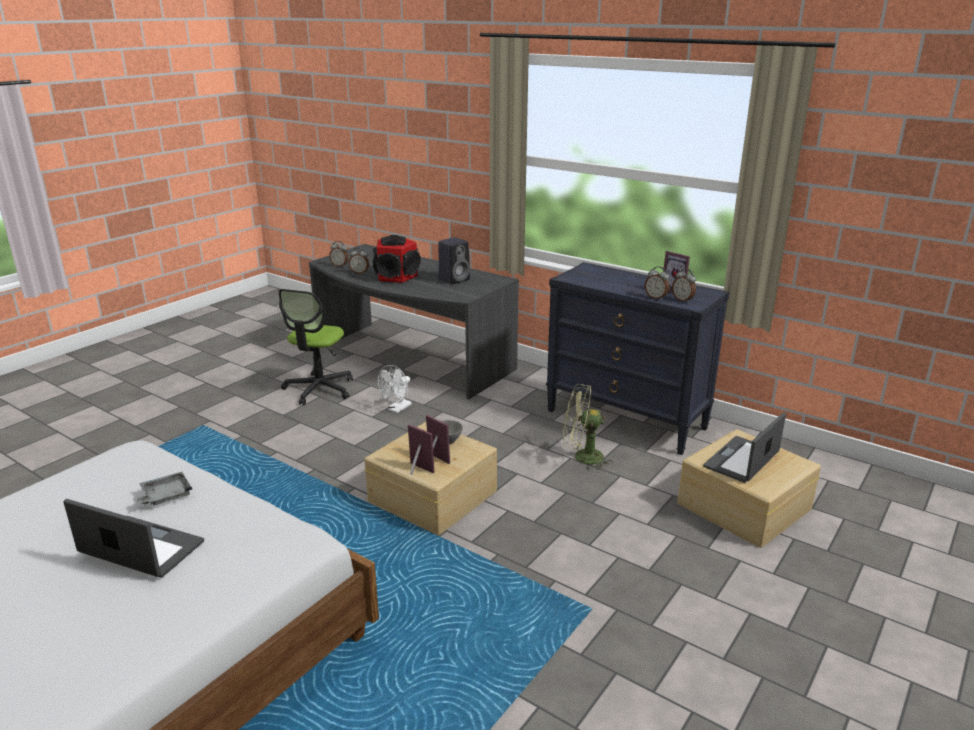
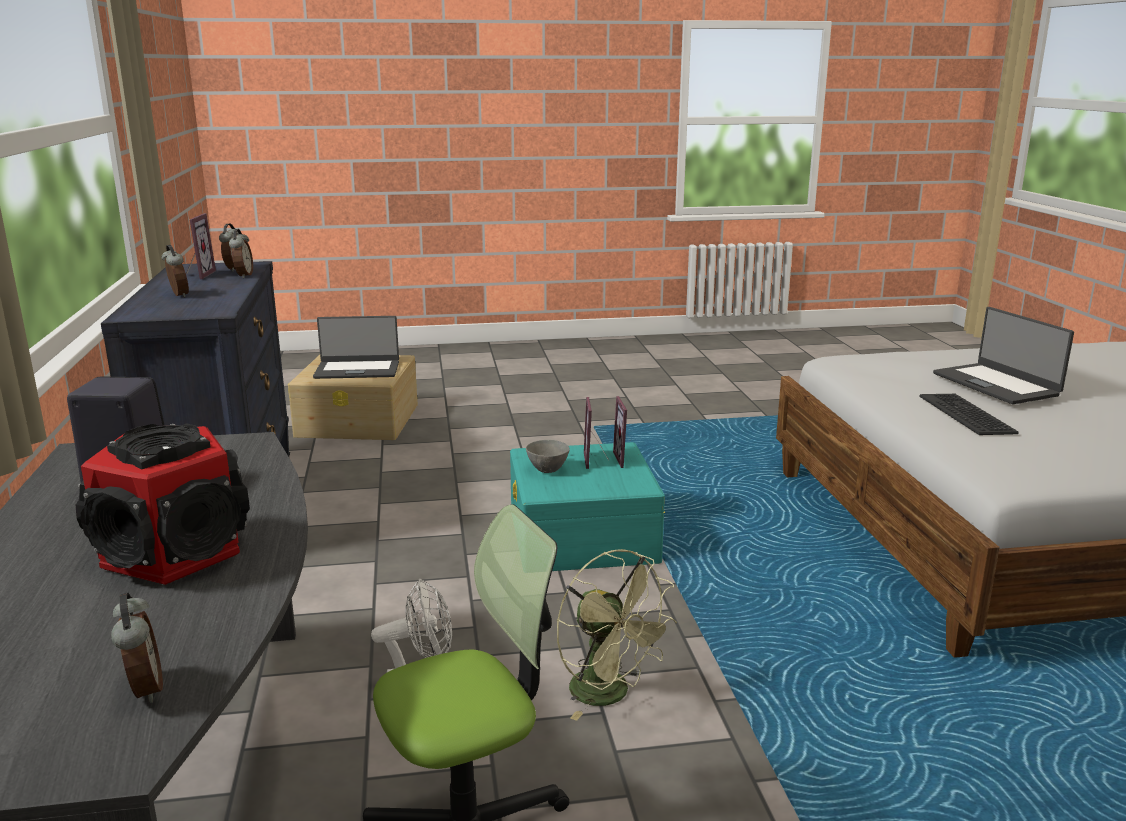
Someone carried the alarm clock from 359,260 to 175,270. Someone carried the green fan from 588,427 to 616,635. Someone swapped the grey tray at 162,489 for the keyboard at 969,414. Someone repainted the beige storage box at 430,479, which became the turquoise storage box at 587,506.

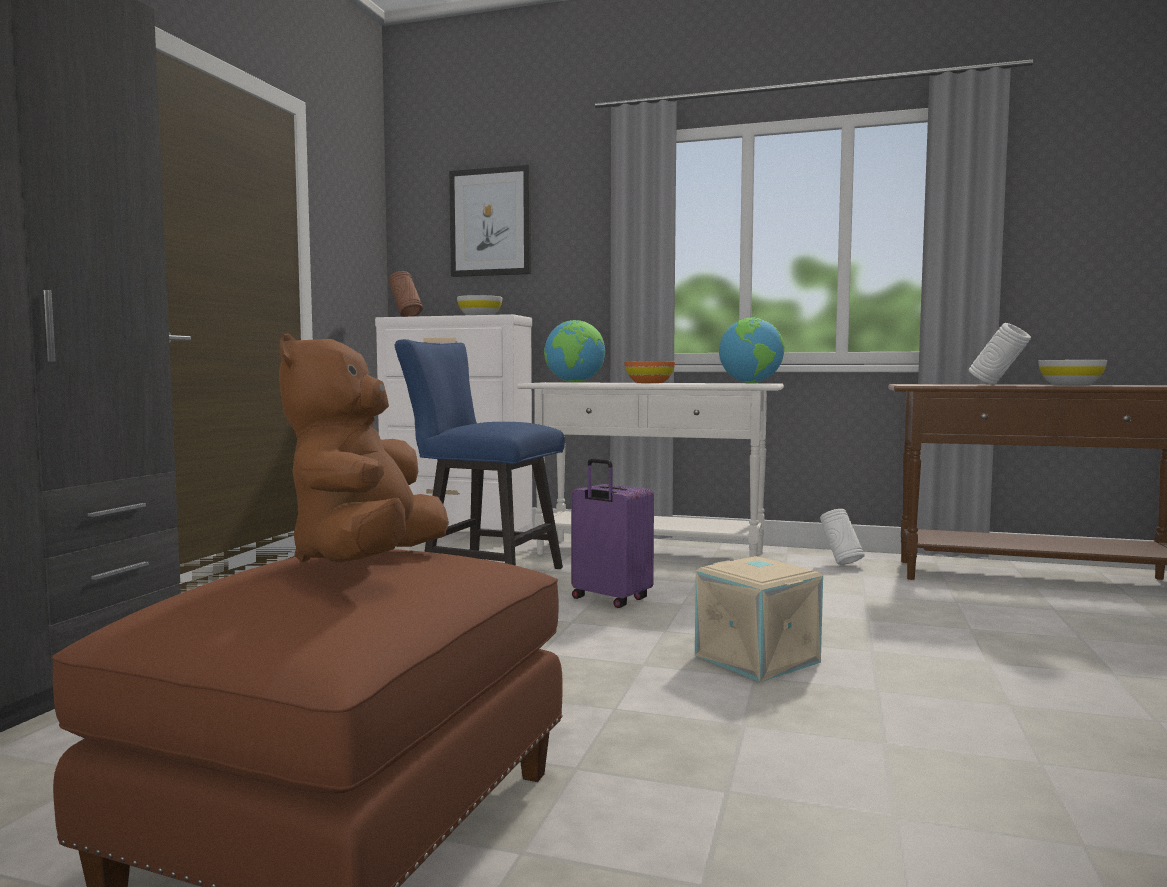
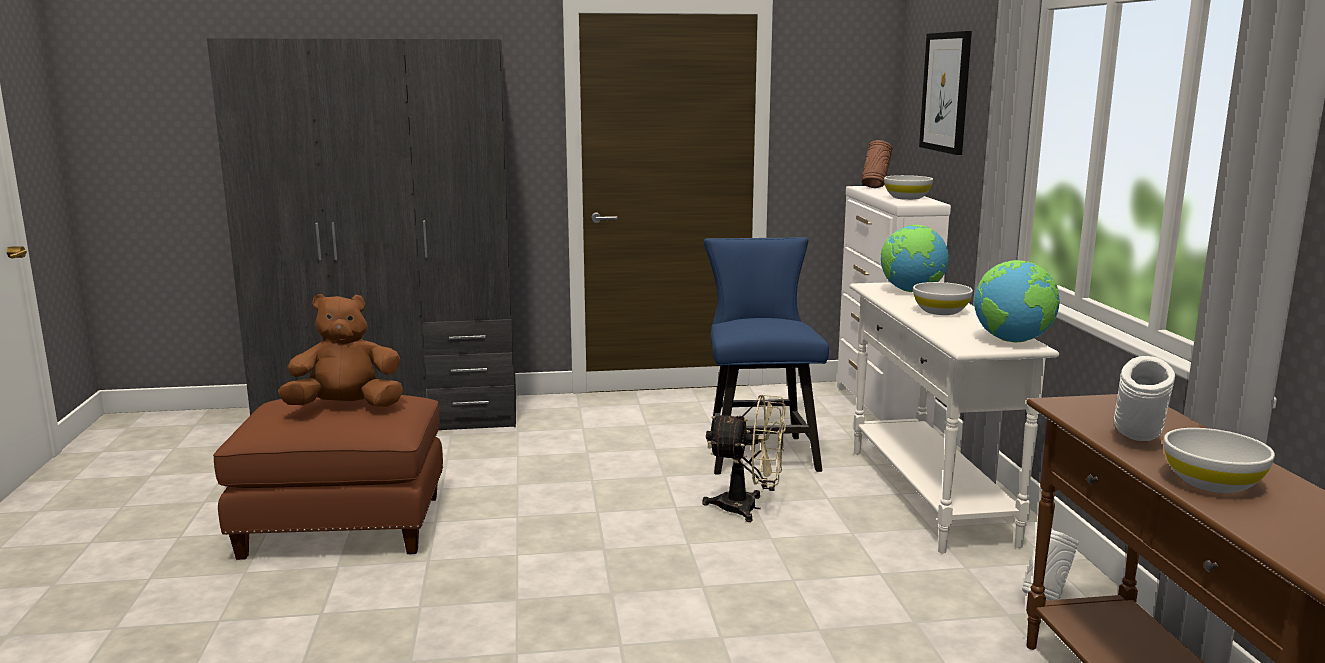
Someone took away the beige storage box at 759,619. Someone swapped the purple suitcase at 612,533 for the beige fan at 744,458. Someone repainted the orange bowl at 650,372, which became the white bowl at 943,298.

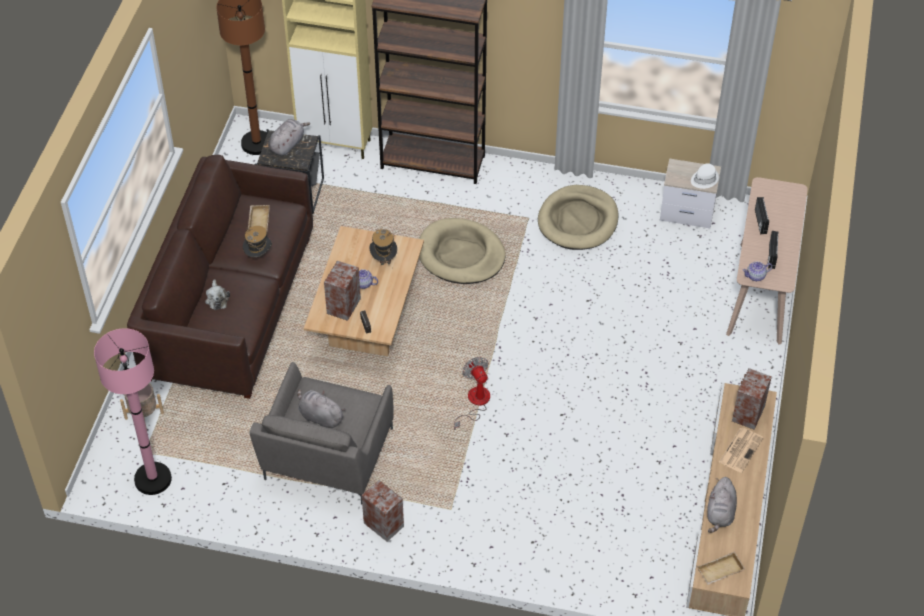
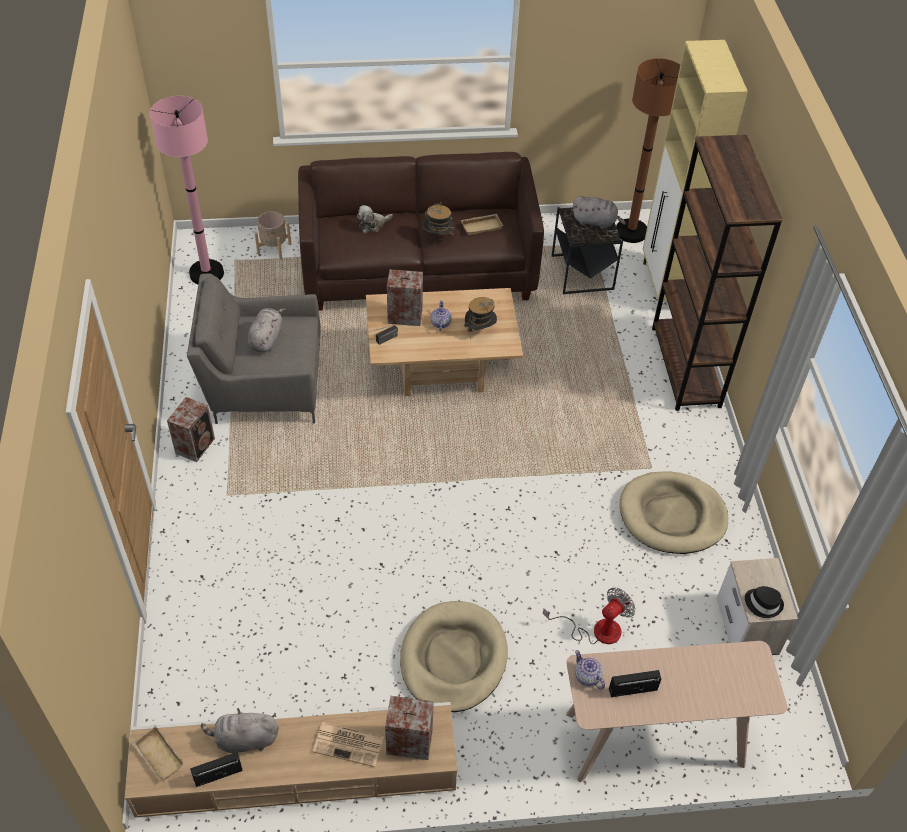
Someone carried the beige dog bed from 462,251 to 454,656. Someone carried the fan from 472,393 to 589,616. Someone carried the radio from 762,215 to 216,769. Someone repainted the white hat at 705,176, which became the black hat at 764,602.

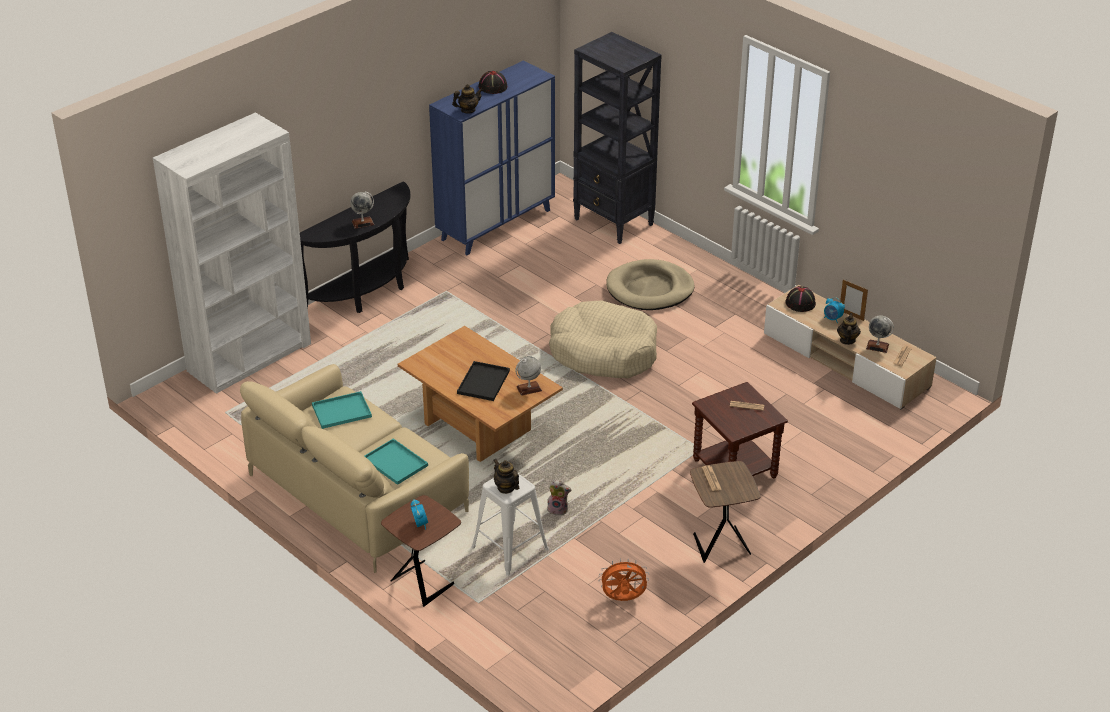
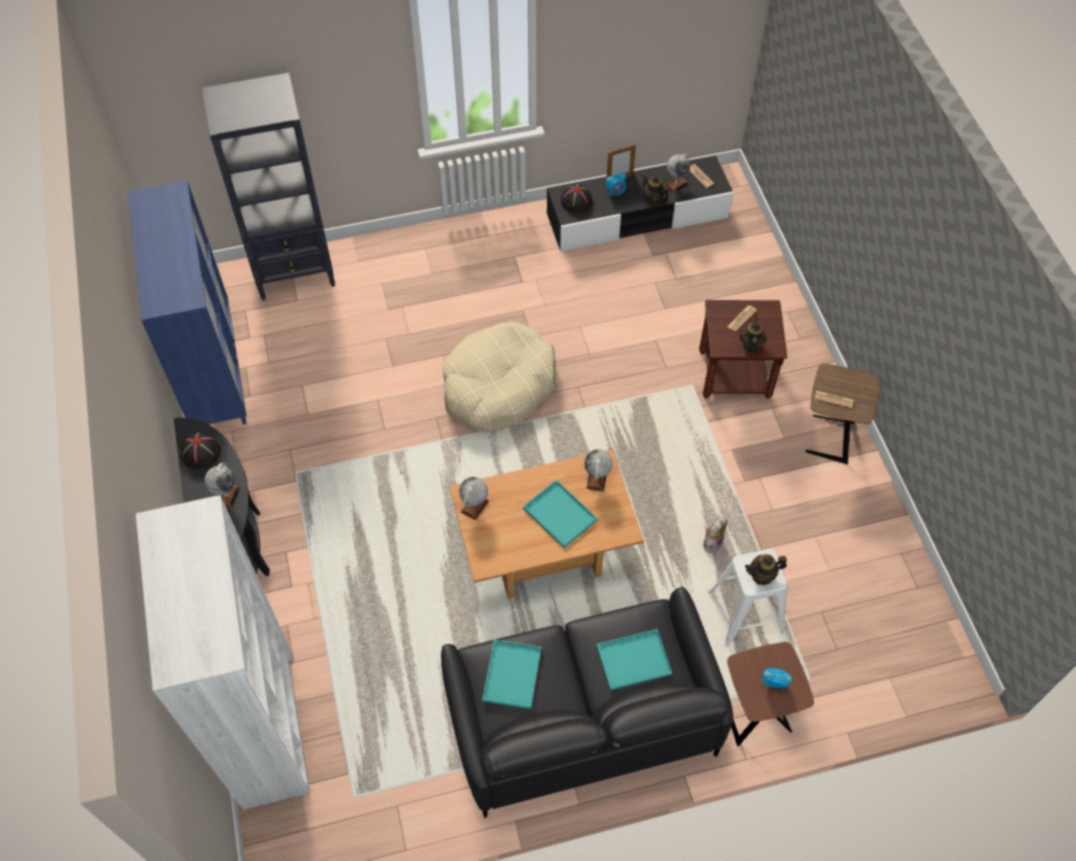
Someone took away the orange fan at 624,579. Someone took away the beige dog bed at 650,284. Someone put down the globe at 474,498. Someone carried the teapot from 467,99 to 753,334. Someone carried the black hat from 492,82 to 201,450. Someone repainted the beige sofa at 354,468, which became the black sofa at 587,702. Someone repainted the black tray at 483,381, which became the turquoise tray at 560,514. Someone repainted the beige tv stand at 850,347, which became the black tv stand at 640,203.

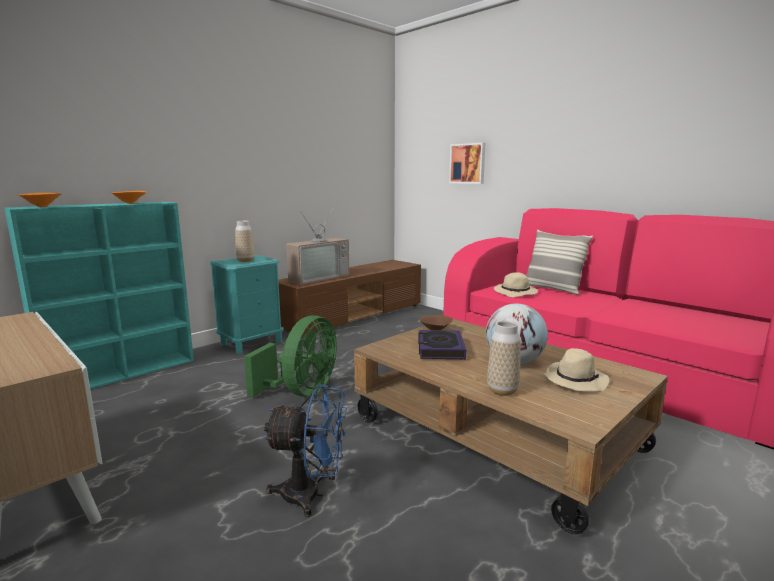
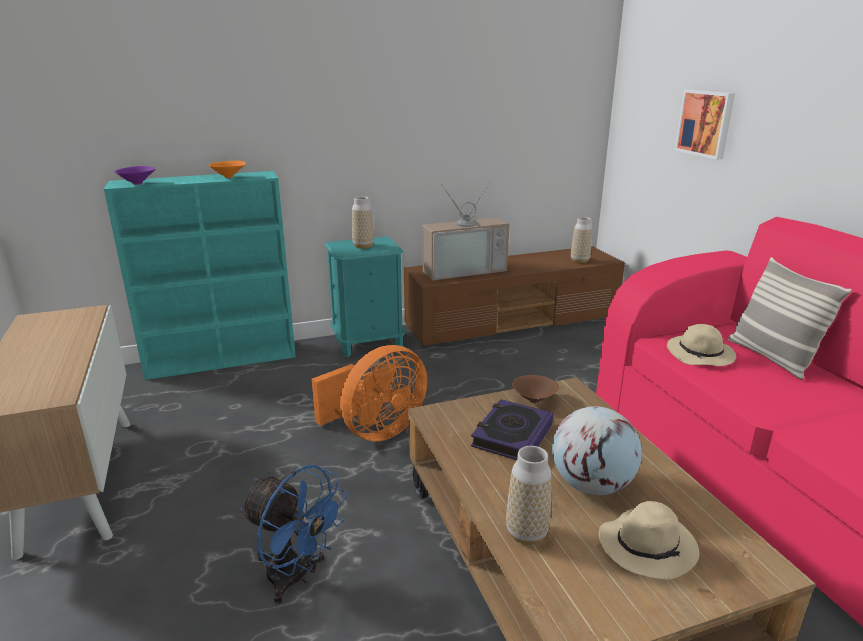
Someone put down the vase at 581,240. Someone repainted the orange bowl at 40,200, which became the purple bowl at 135,175. Someone repainted the green fan at 290,356, which became the orange fan at 370,393.

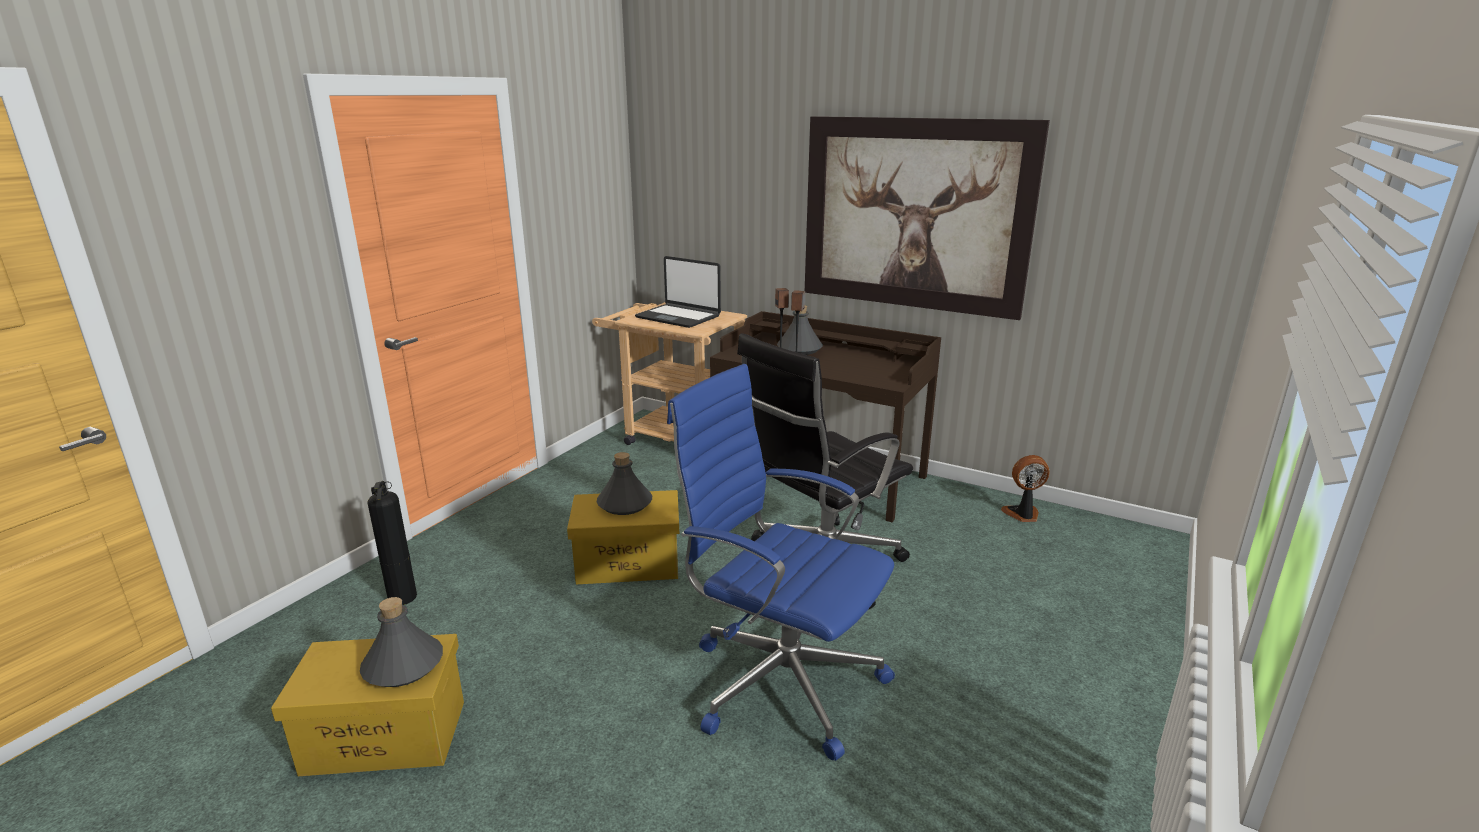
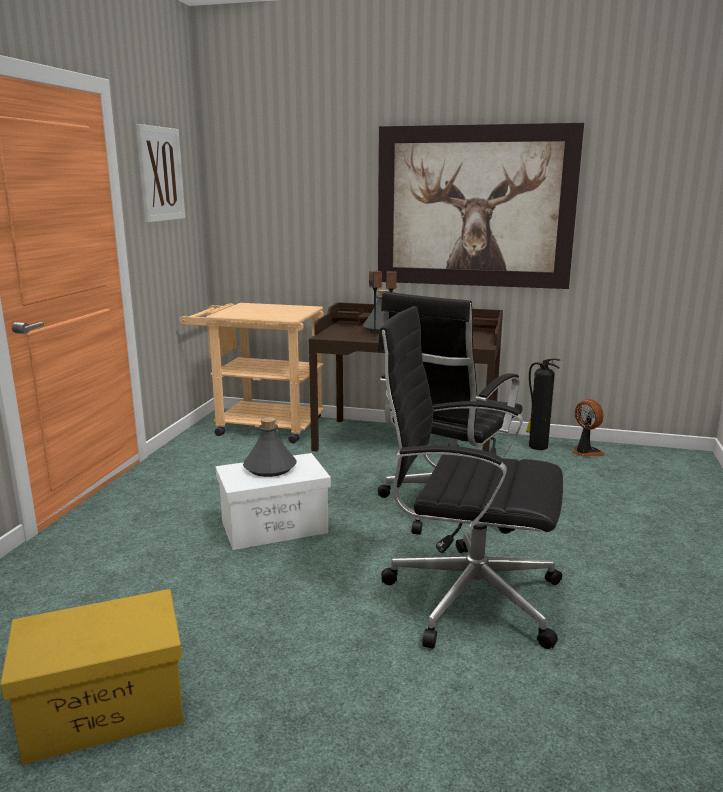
Someone took away the grey bottle at 401,642. Someone took away the laptop at 678,292. Someone put up the picture at 160,173. Someone carried the fire extinguisher from 392,543 to 543,404. Someone repainted the yellow storage box at 623,537, which became the white storage box at 273,501. Someone repainted the blue office chair at 781,562, which became the black office chair at 470,477. Someone rotated the fan at 1025,488 by 75 degrees clockwise.

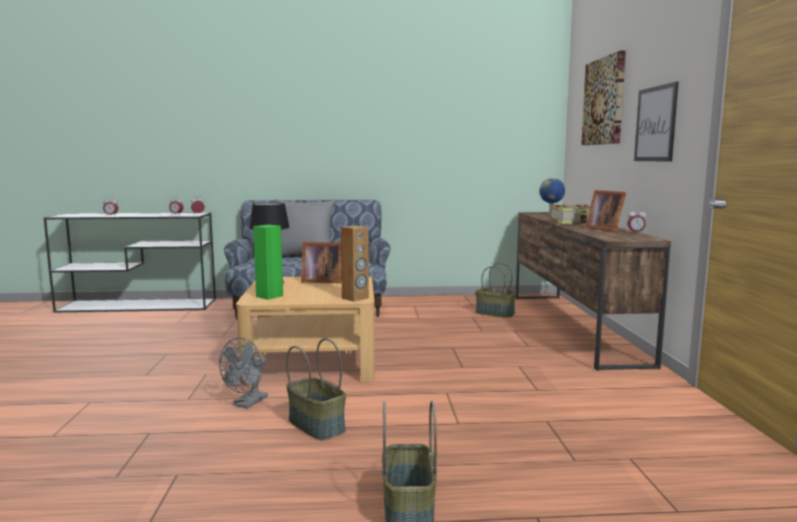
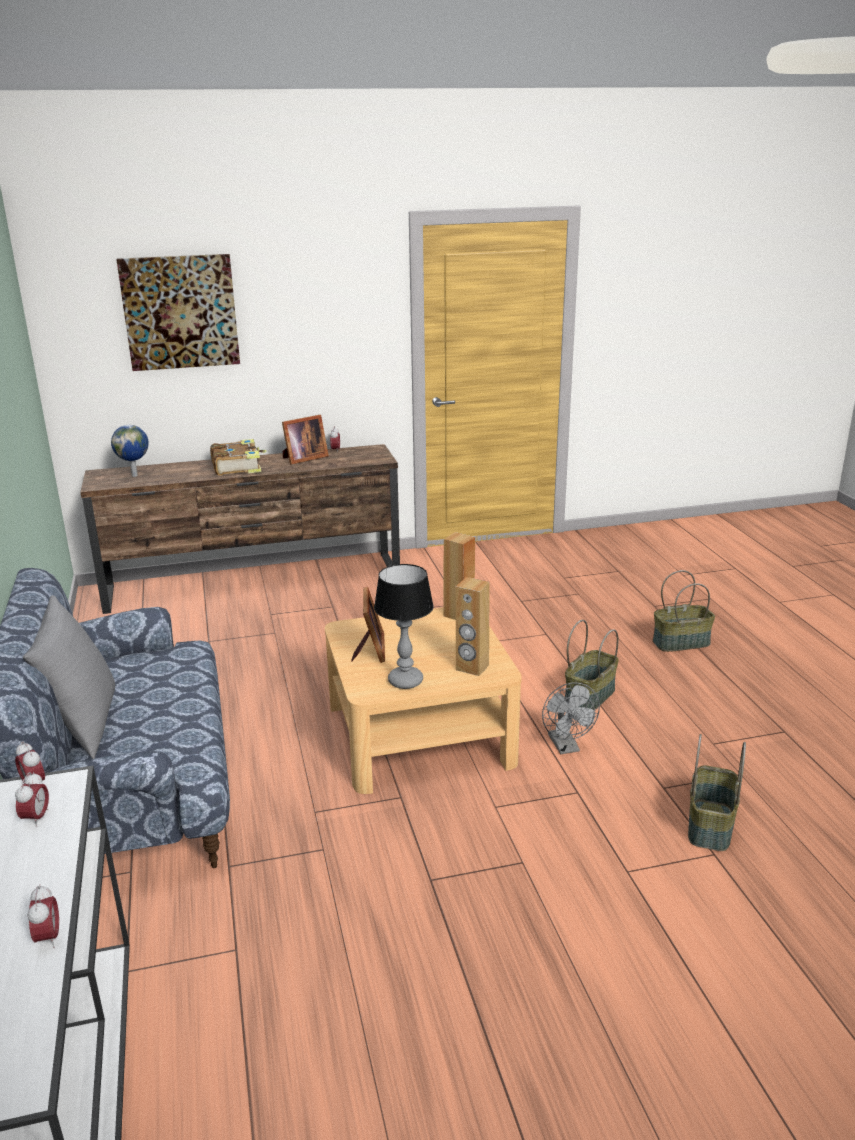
Someone took away the picture at 656,122. Someone carried the basket from 495,290 to 717,792. Someone repainted the green speaker at 268,262, which became the brown speaker at 473,626. Someone rotated the grey fan at 243,373 by 60 degrees clockwise.

